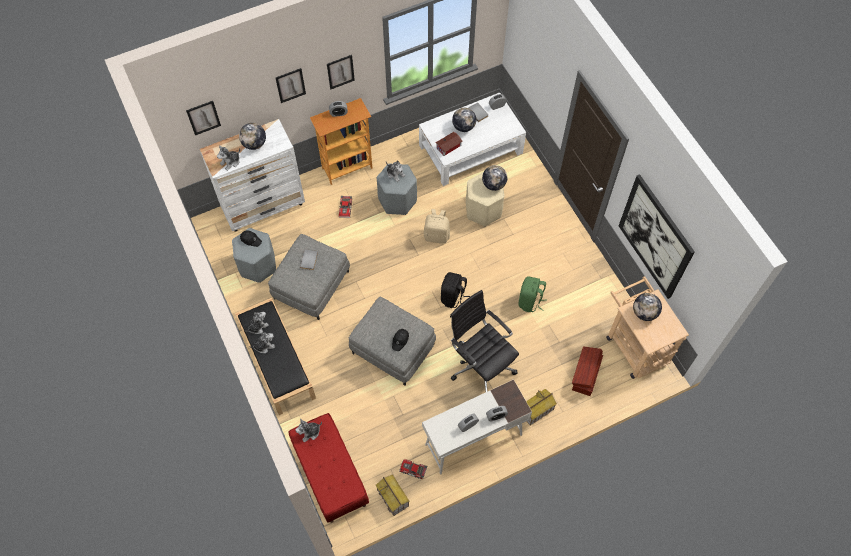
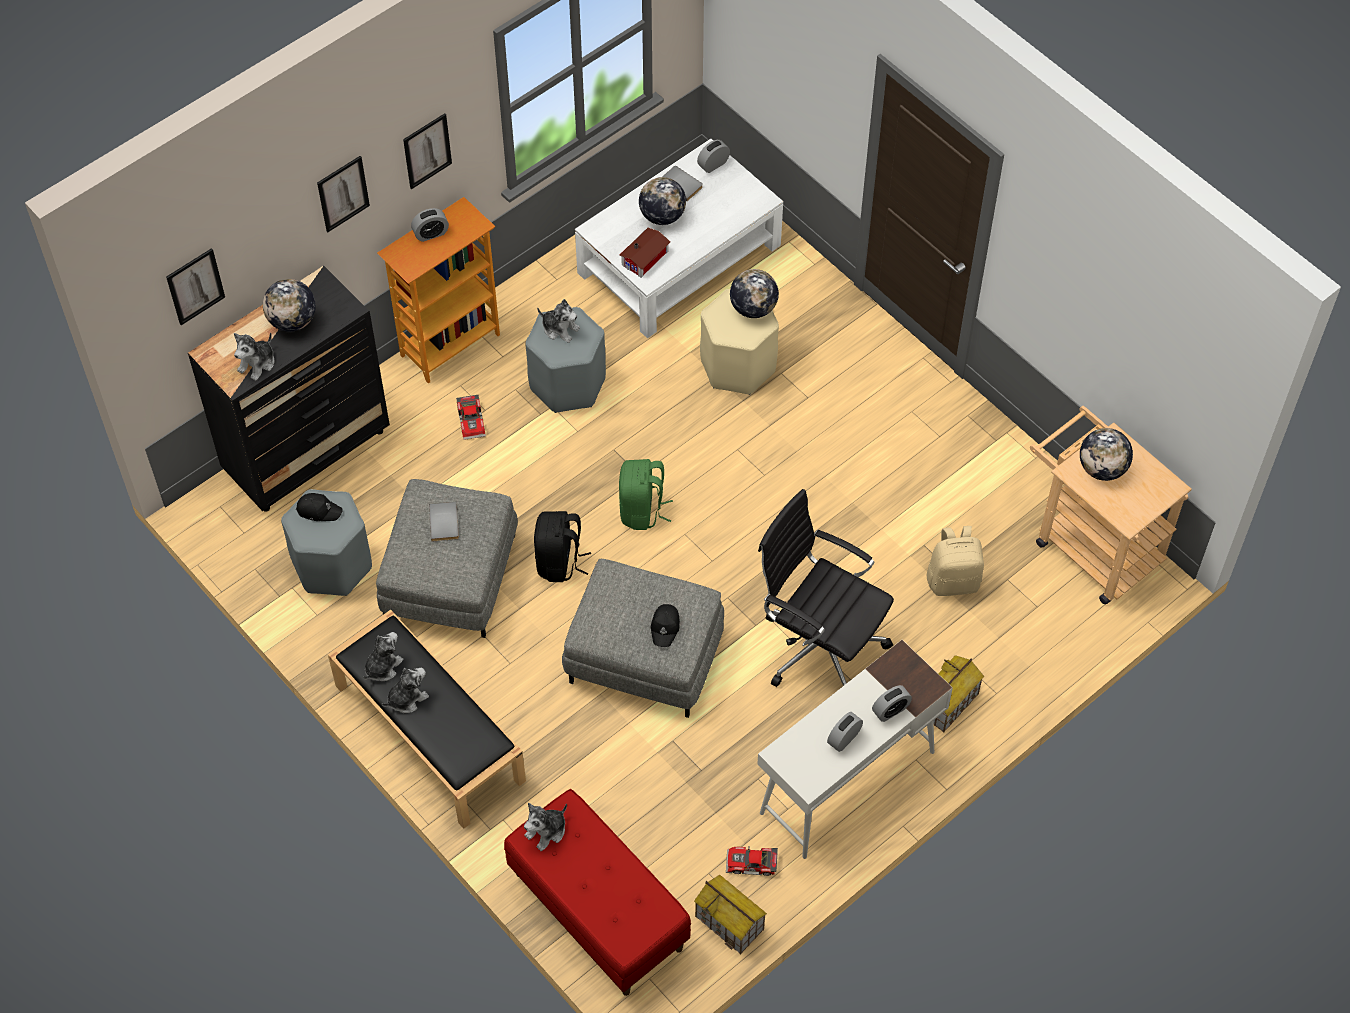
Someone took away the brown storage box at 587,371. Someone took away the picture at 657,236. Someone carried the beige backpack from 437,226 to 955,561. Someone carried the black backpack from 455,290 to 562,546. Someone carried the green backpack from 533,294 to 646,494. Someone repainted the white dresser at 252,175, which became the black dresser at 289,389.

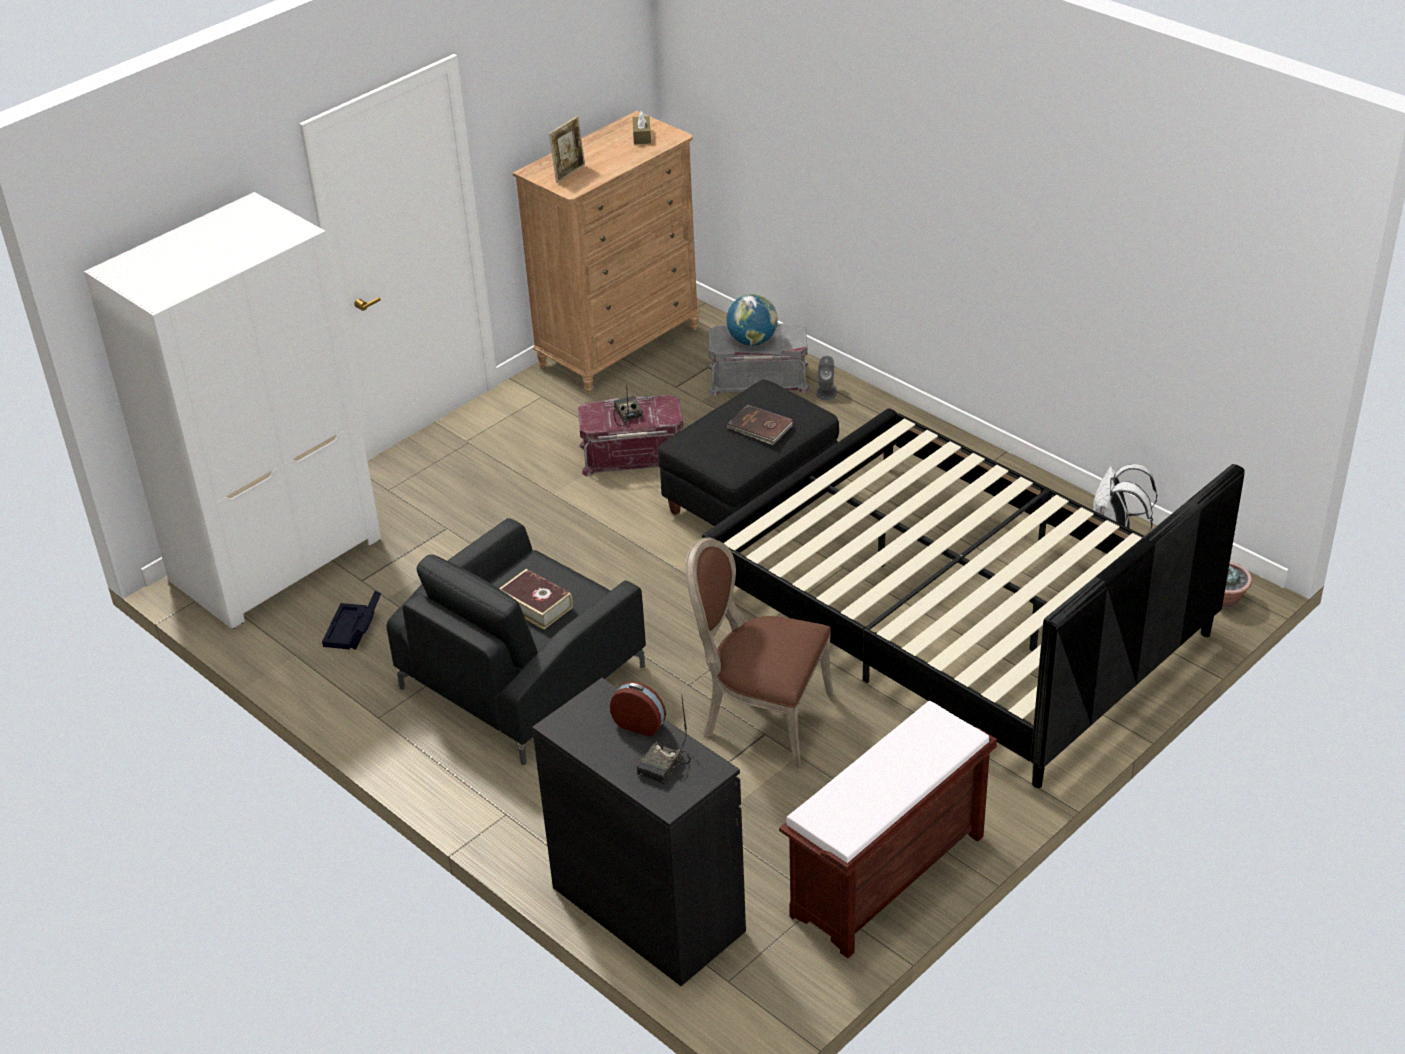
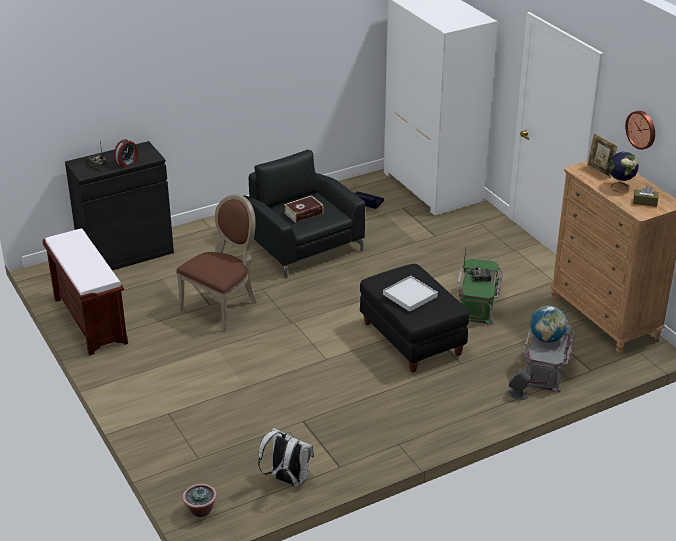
Someone took away the black bed at 973,598. Someone put down the globe at 623,172. Someone put up the wall clock at 640,130. Someone swapped the brown book at 760,424 for the white tray at 410,294. Someone repainted the red storage box at 630,436, which became the green storage box at 479,292.

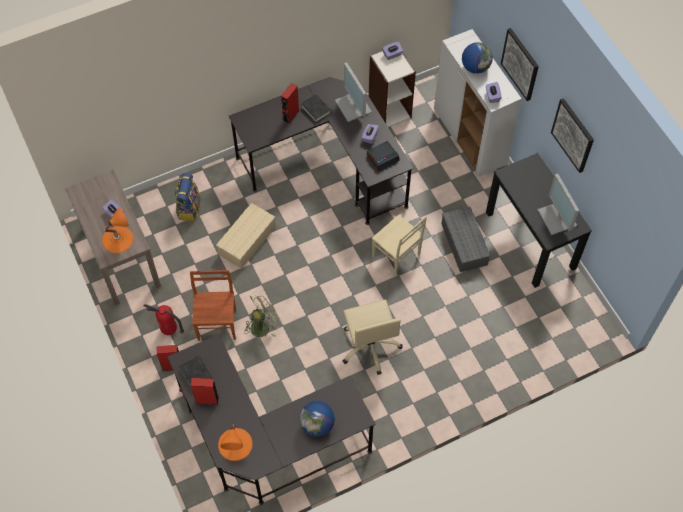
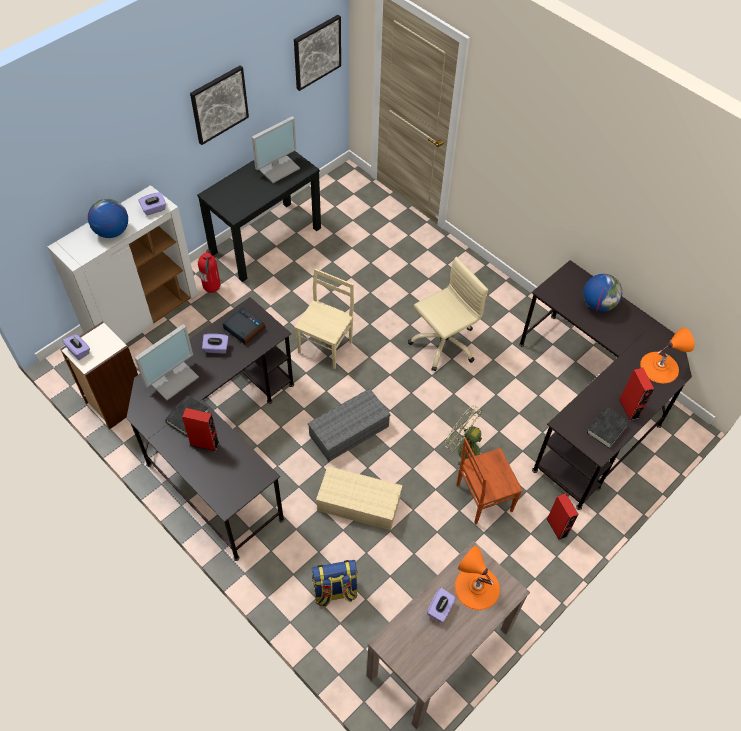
Someone carried the fire extinguisher from 164,319 to 209,271. Someone carried the grey storage box from 465,239 to 349,425. Someone carried the picture from 520,64 to 317,53.

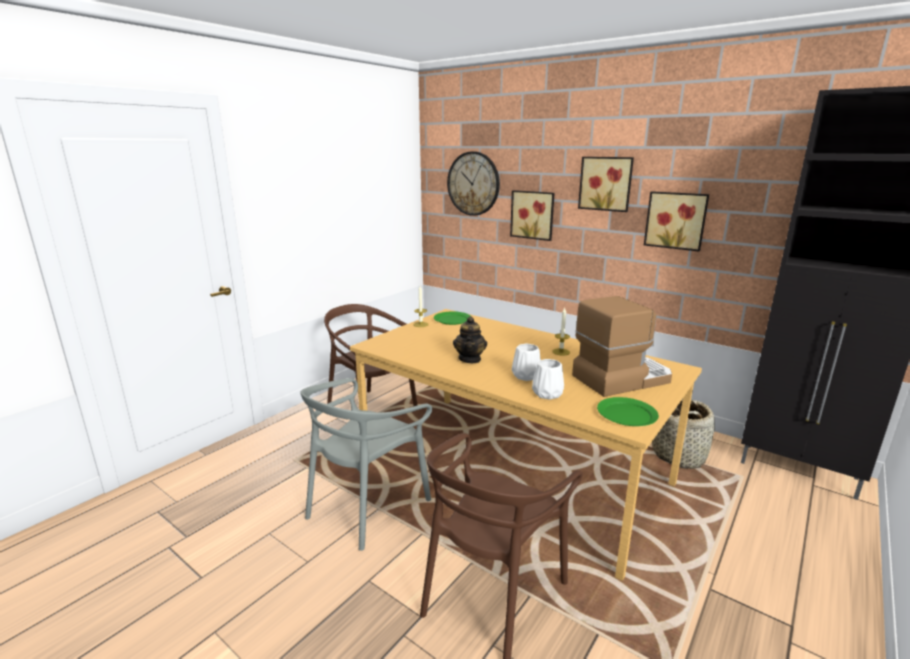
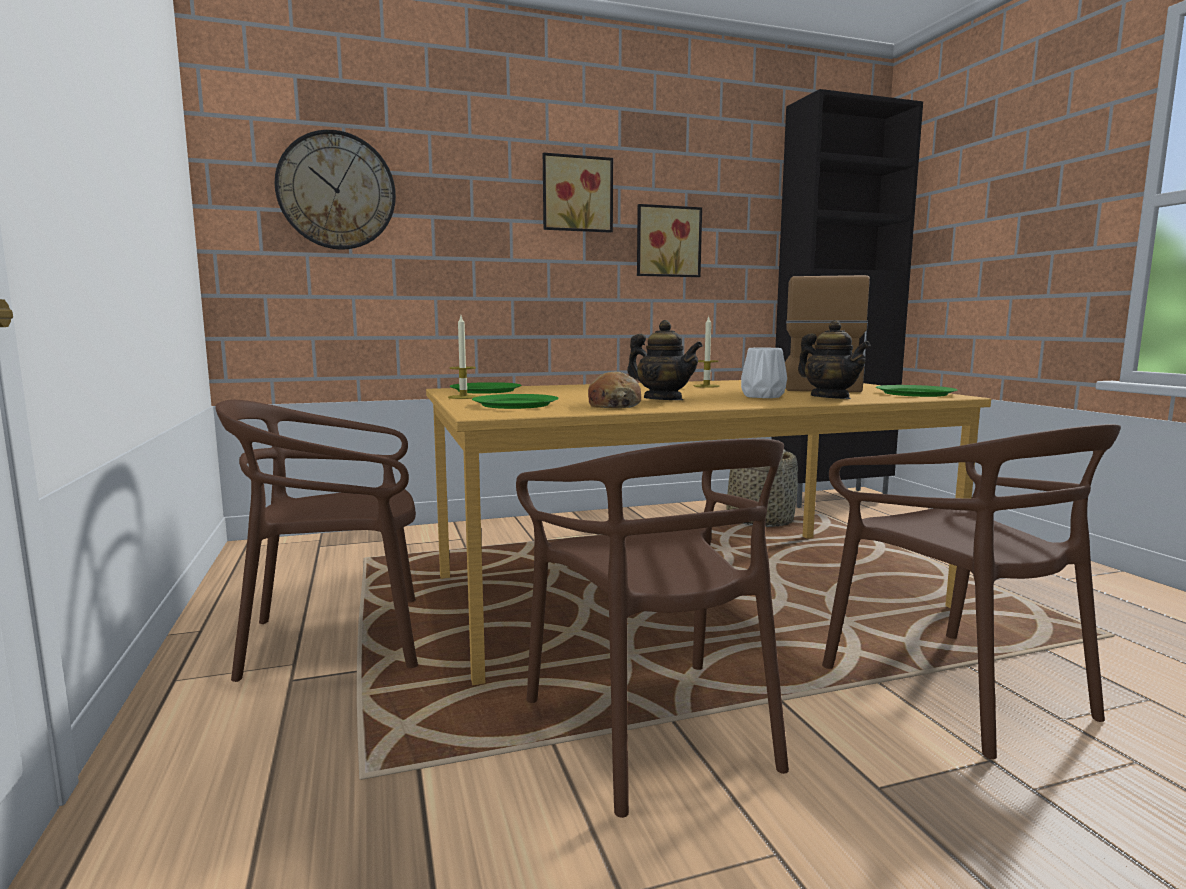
Someone took away the picture at 532,215. Someone put down the green plate at 515,401. Someone put down the bread at 614,390. Someone swapped the white vase at 548,379 for the teapot at 834,359. Someone repainted the grey chair at 366,464, which became the brown chair at 652,628.

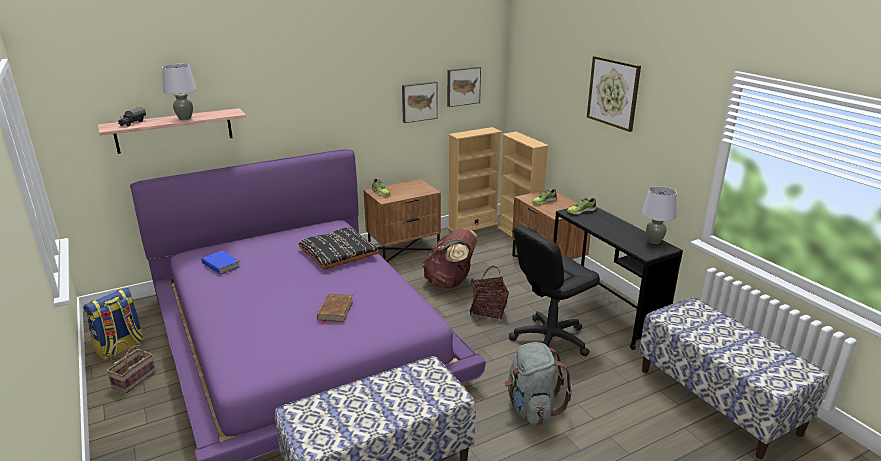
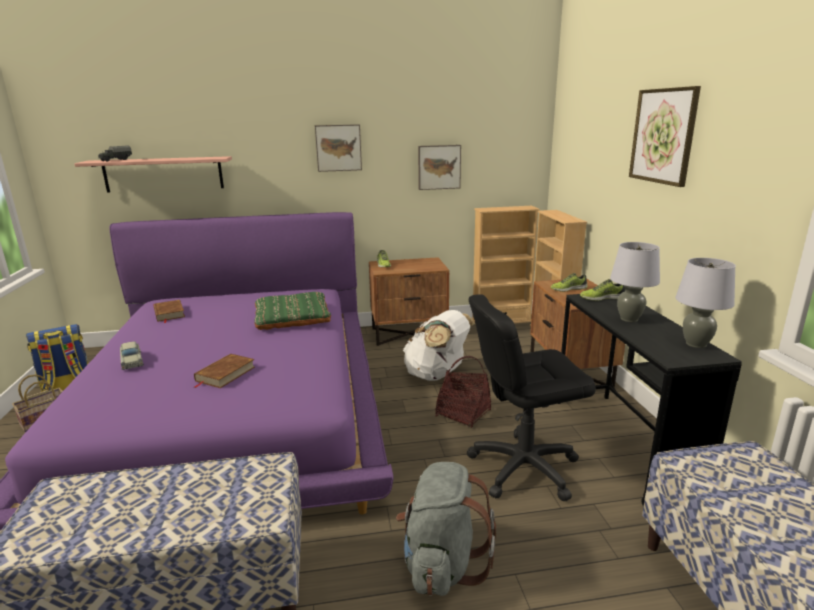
Someone put down the beige toy car at 132,355. Someone carried the grey table lamp from 179,92 to 635,282. Someone carried the picture from 464,87 to 338,148. Someone repainted the blue book at 221,263, which became the brown book at 169,311. Someone repainted the black pillow at 338,248, which became the green pillow at 292,311. Someone repainted the brown backpack at 450,258, which became the white backpack at 439,345.

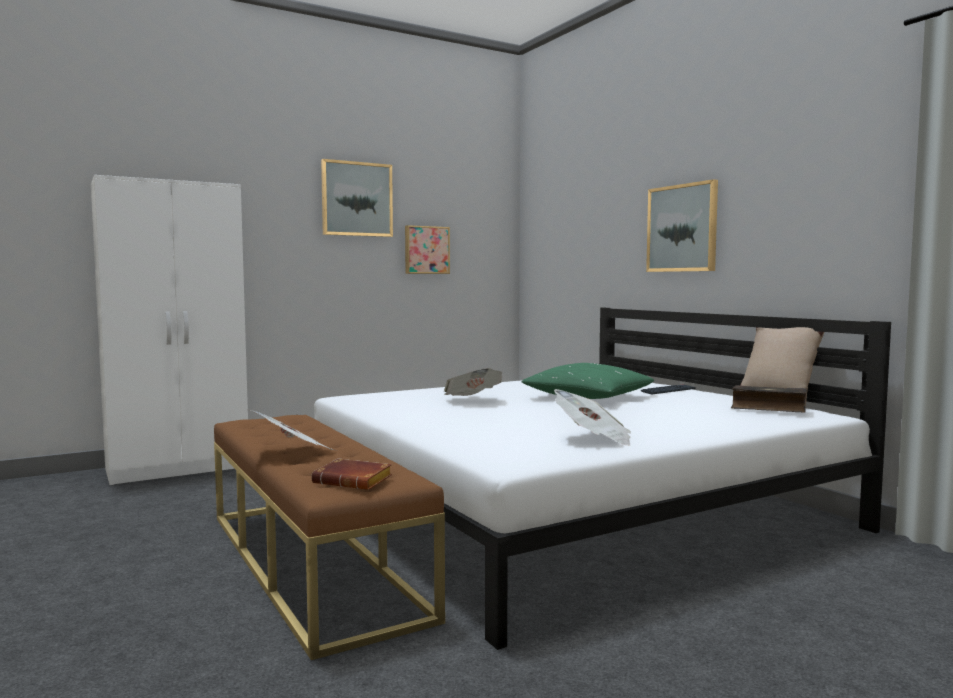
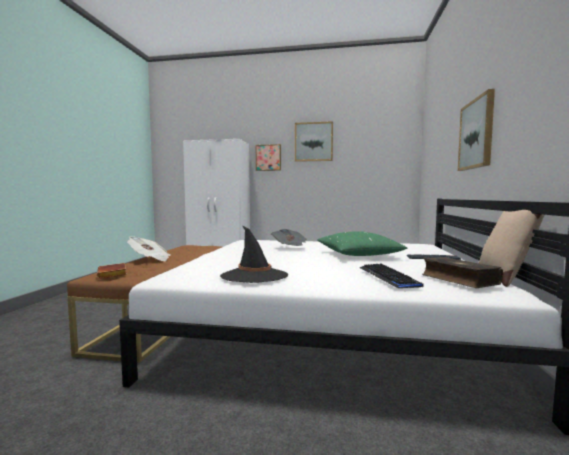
Someone put down the keyboard at 392,276. Someone carried the picture from 427,249 to 268,157. Someone swapped the newspaper at 592,417 for the black hat at 254,254.

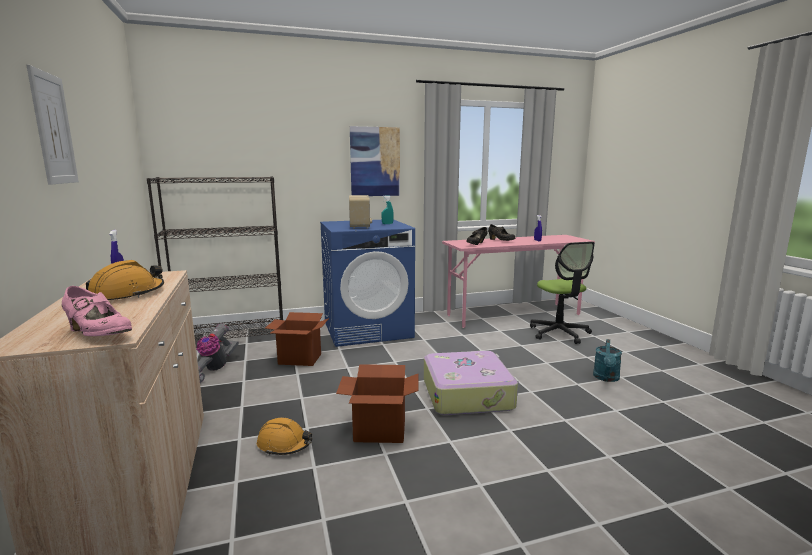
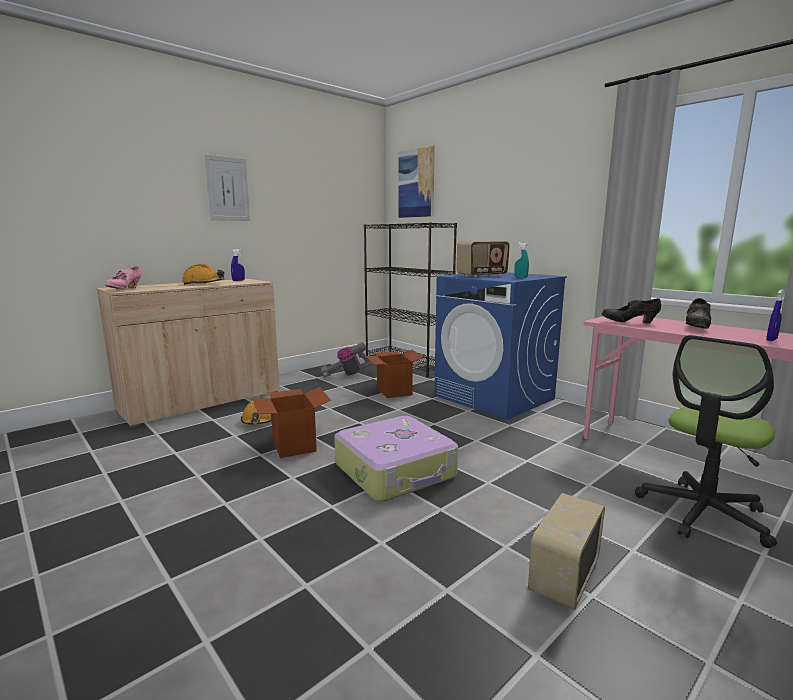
Someone carried the picture from 375,161 to 417,181. Someone swapped the turquoise watering can at 607,360 for the radio at 566,551.

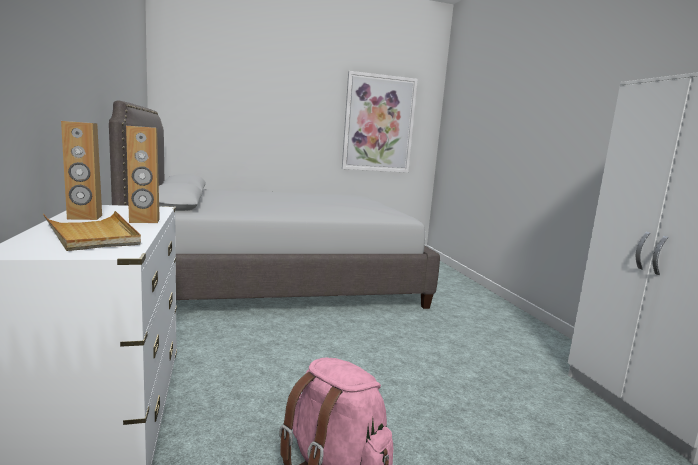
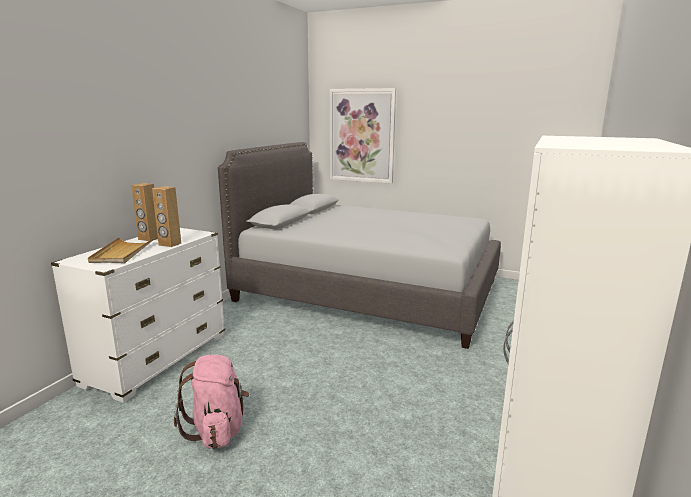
Someone carried the picture from 380,122 to 363,136.

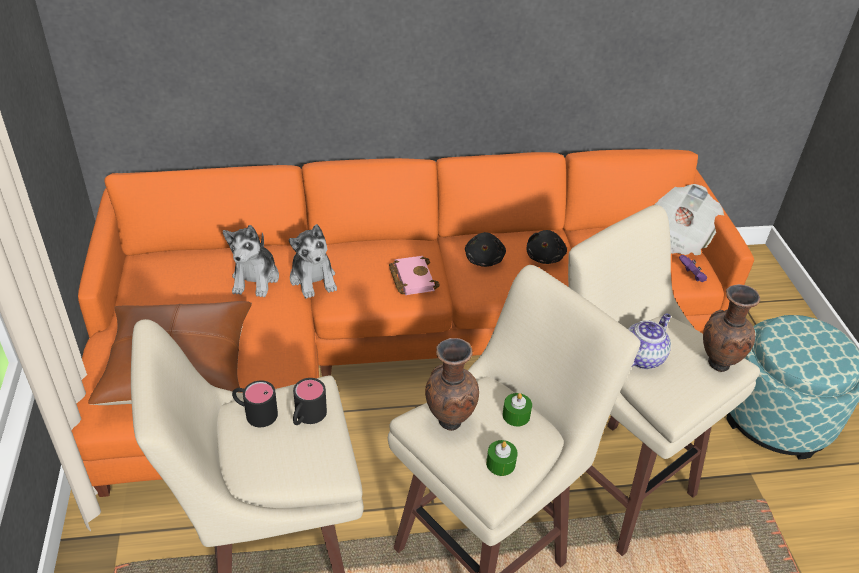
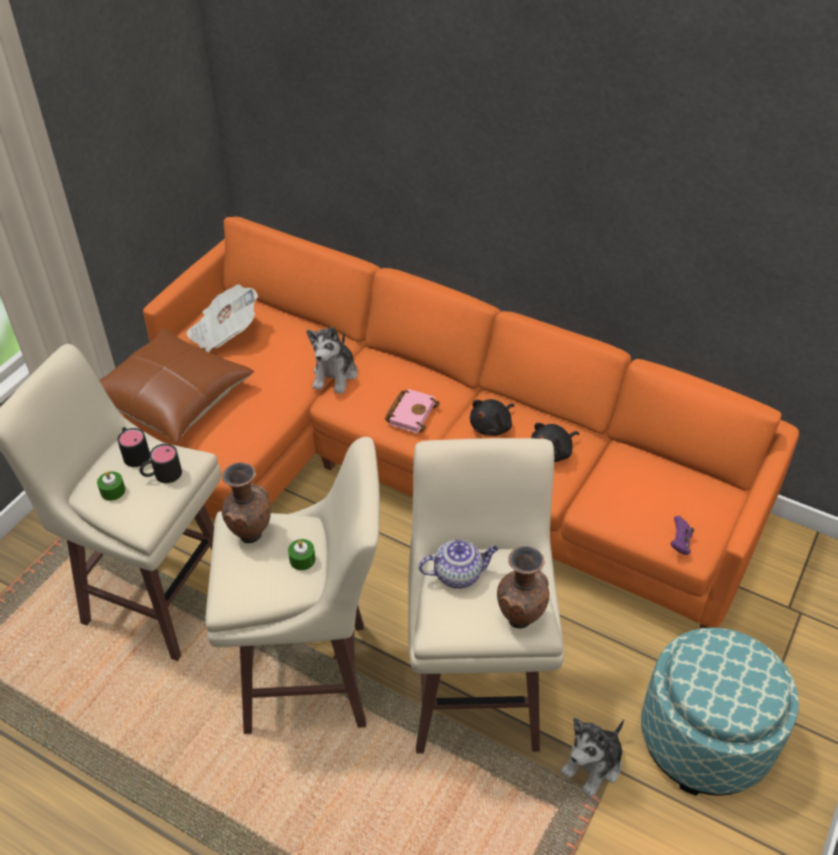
Someone carried the plush toy from 251,261 to 592,757. Someone carried the green candle from 502,458 to 111,486. Someone carried the newspaper from 689,220 to 222,318.

